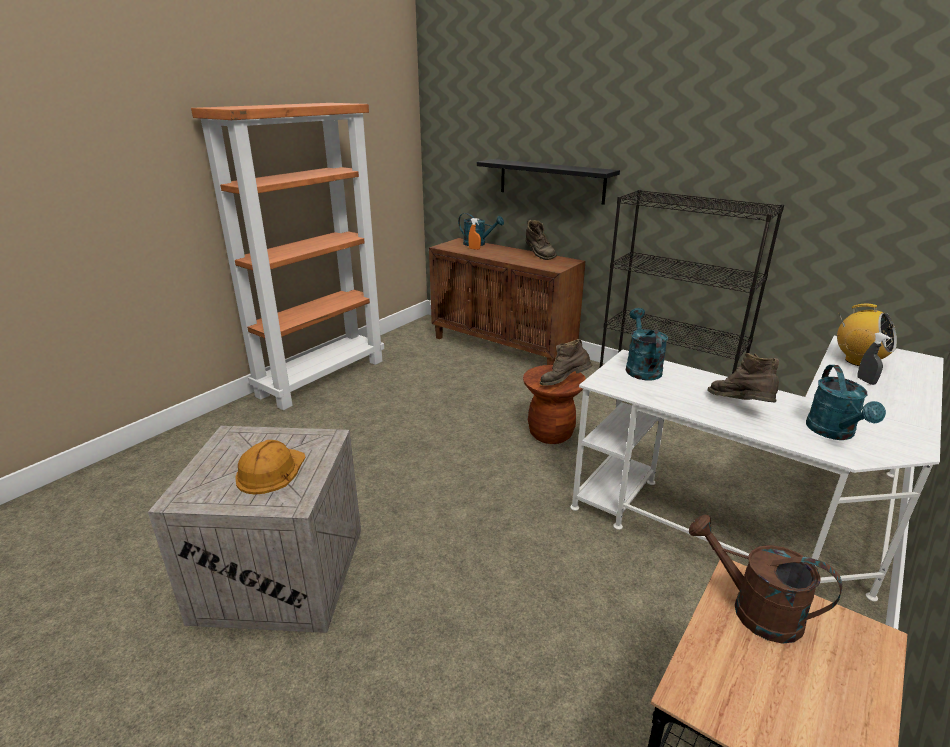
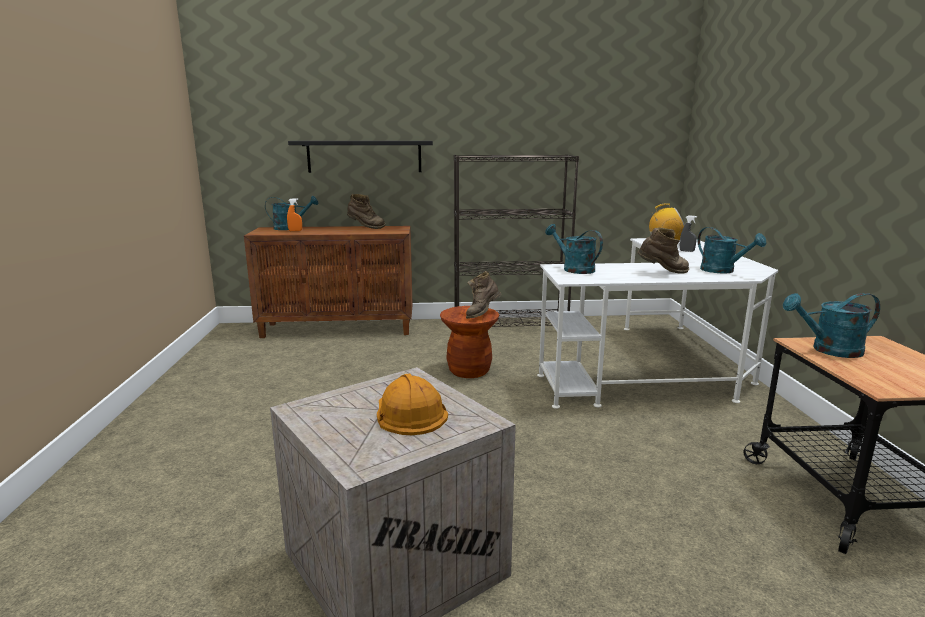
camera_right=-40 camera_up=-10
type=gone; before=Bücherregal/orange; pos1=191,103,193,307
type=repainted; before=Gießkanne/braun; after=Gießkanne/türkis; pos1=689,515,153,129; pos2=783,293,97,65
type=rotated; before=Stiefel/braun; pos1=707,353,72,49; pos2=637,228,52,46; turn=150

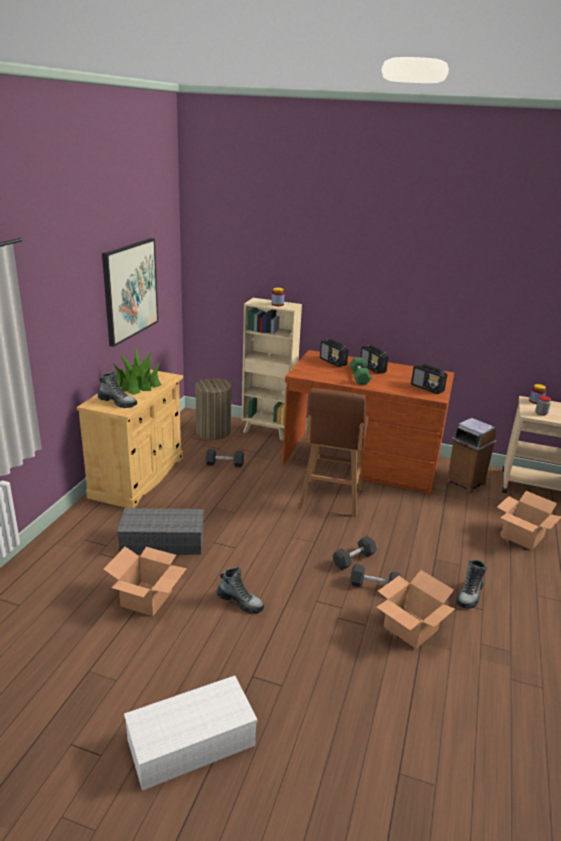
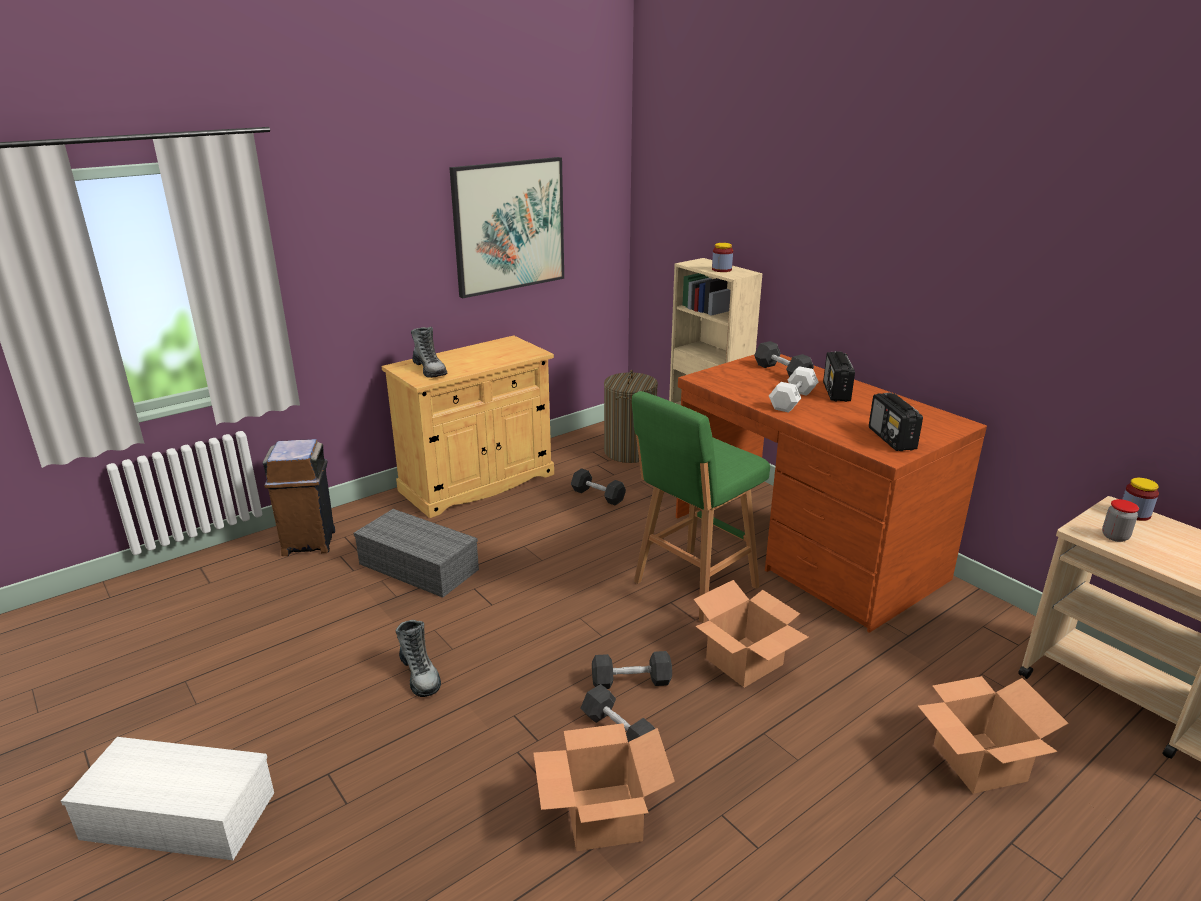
camera_right=35 camera_up=0
type=shifted; before=Karton; pos1=103,547,84,69; pos2=693,580,116,108
type=gone; before=Topfpflanze; pos1=114,348,48,47
type=repainted; before=Hocker/braun; after=Hocker/grün; pos1=299,388,70,129; pos2=632,391,138,232
type=swapped; before=Radio; after=Hantel/schwarz; pos1=320,339,29,28; pos2=754,341,60,36
type=repainted; before=Hantel/grün; after=Hantel/weiß; pos1=350,357,22,28; pos2=769,366,49,47
type=shifted; before=Mülleimer/braun; pos1=447,418,50,75; pos2=263,439,72,117
type=gone; before=Stiefel; pos1=456,560,31,49

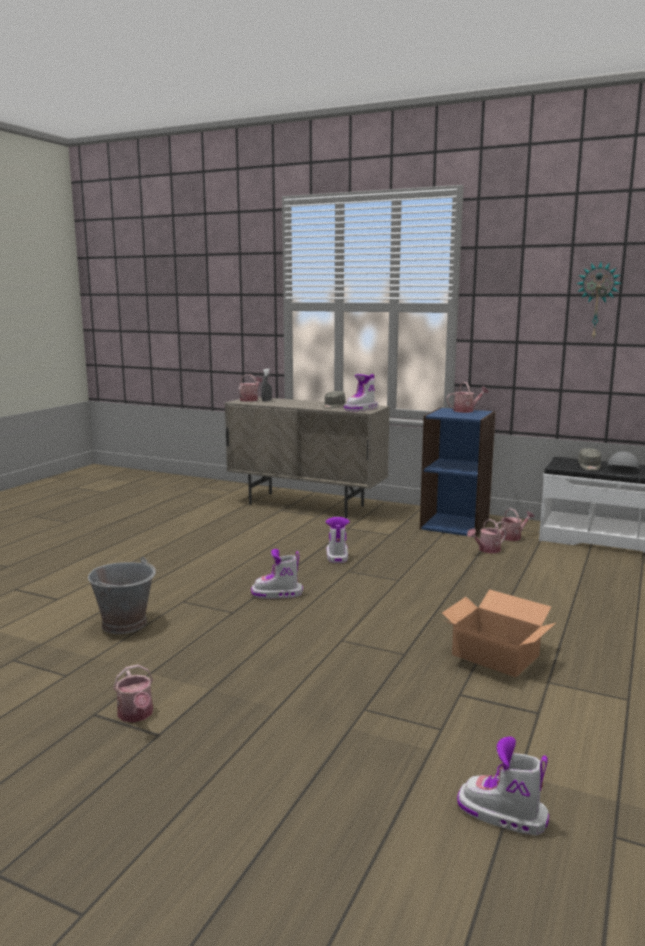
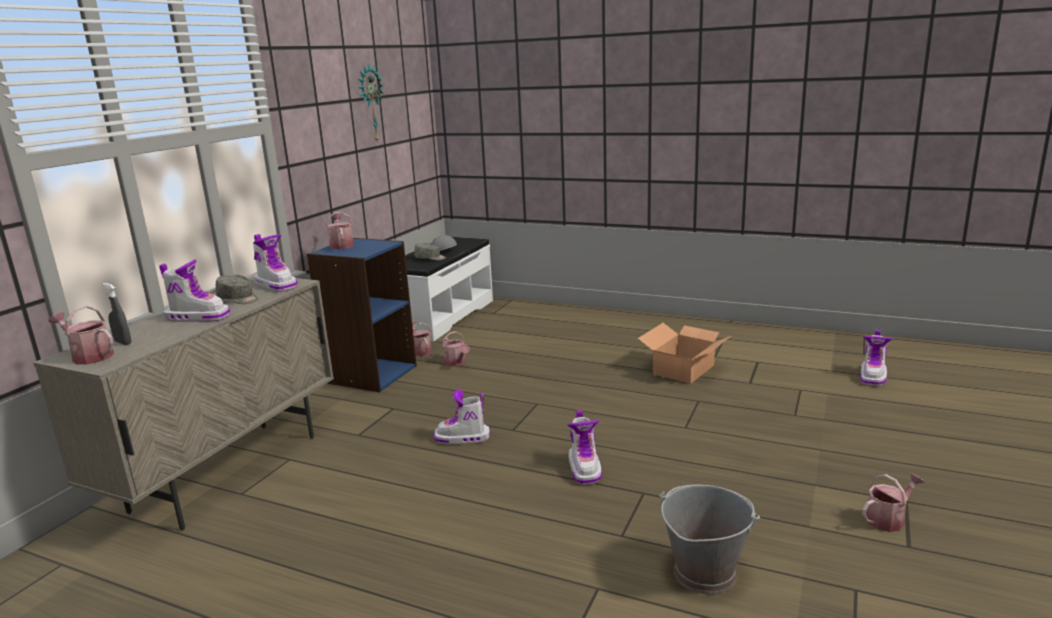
camera_right=-90 camera_up=5
type=new; after=Stiefel; pos2=159,260,71,62

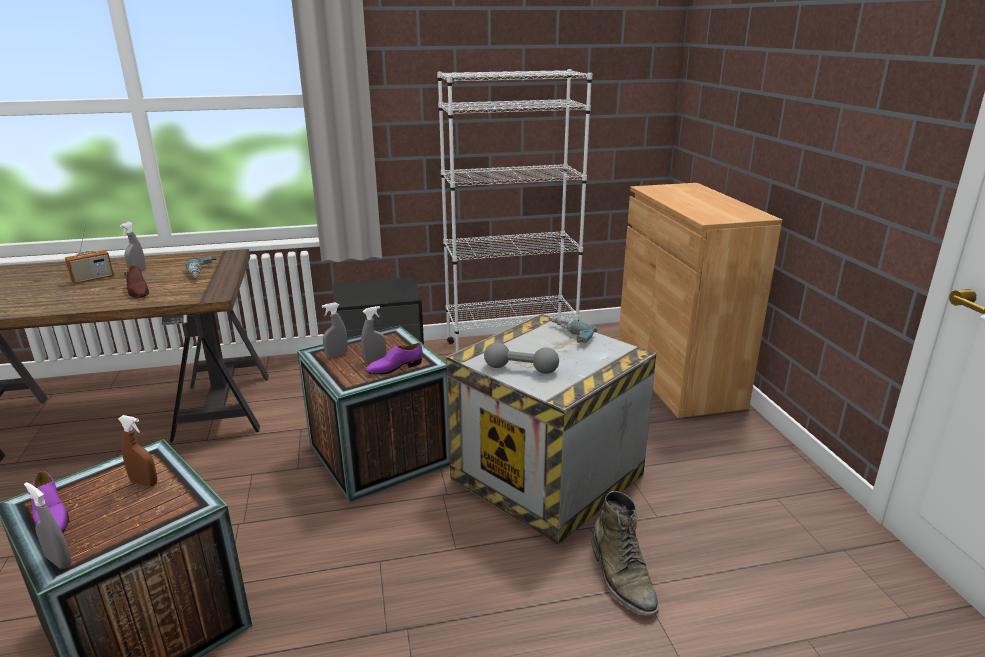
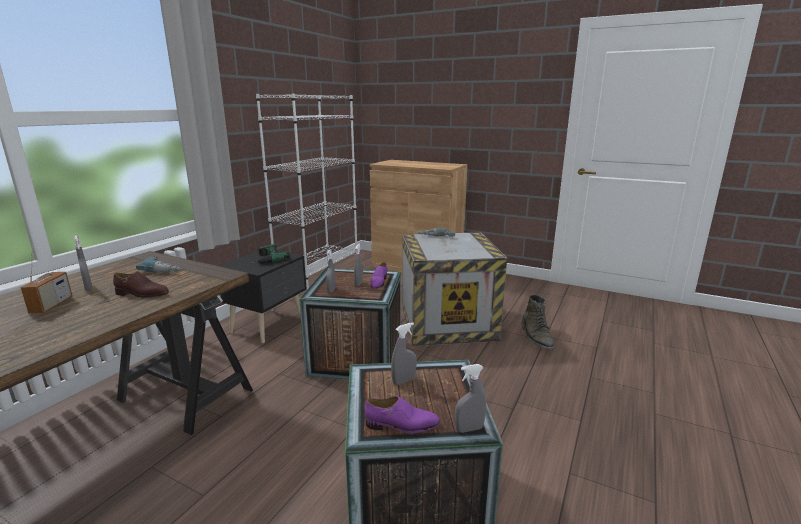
camera_right=-50 camera_up=-5
type=repainted; before=Sprühflasche/braun; after=Sprühflasche/grau; pos1=118,415,39,71; pos2=391,322,26,63
type=gone; before=Hantel/grau; pos1=484,342,75,32
type=rotated; before=Stiefel/grün; pos1=591,491,68,125; pos2=521,295,33,54; turn=60
type=new; after=Bohrmaschine; pos2=249,244,41,20

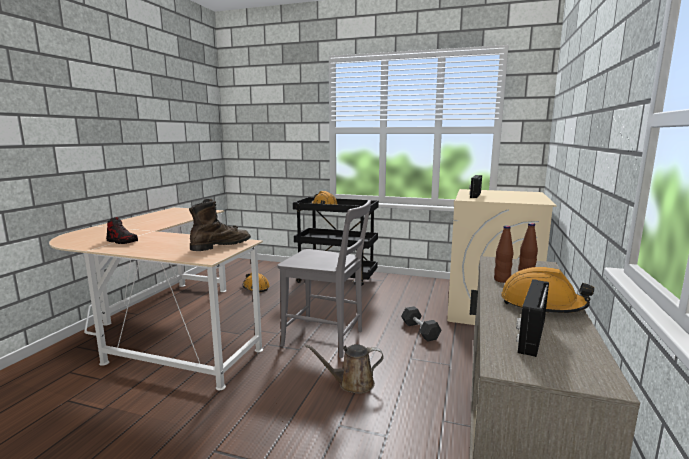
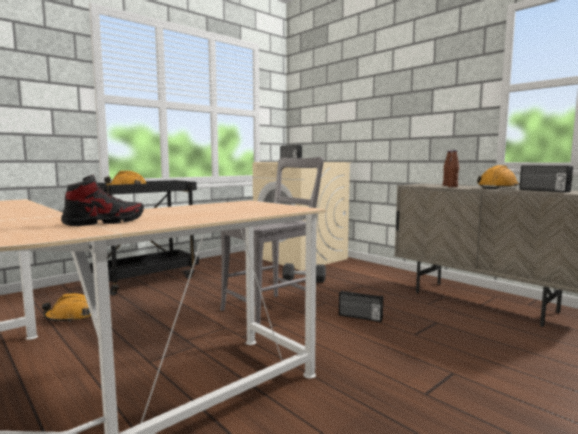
camera_right=-60 camera_up=-5
type=gone; before=Stiefel/braun; pos1=189,198,62,53
type=swapped; before=Gießkanne/braun; after=Radio; pos1=306,344,78,50; pos2=339,290,44,32

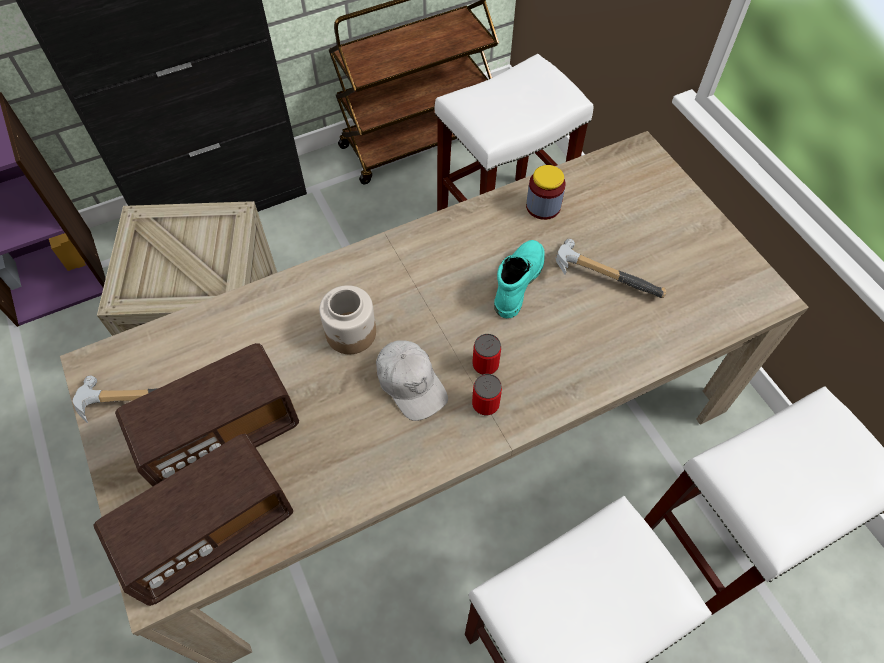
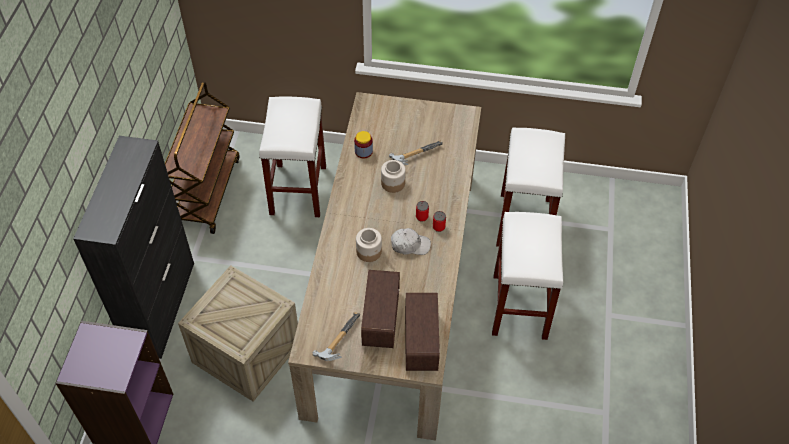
camera_right=-55 camera_up=-5
type=swapped; before=Stiefel/türkis; after=Vorratsglas; pos1=494,240,51,78; pos2=381,160,25,33

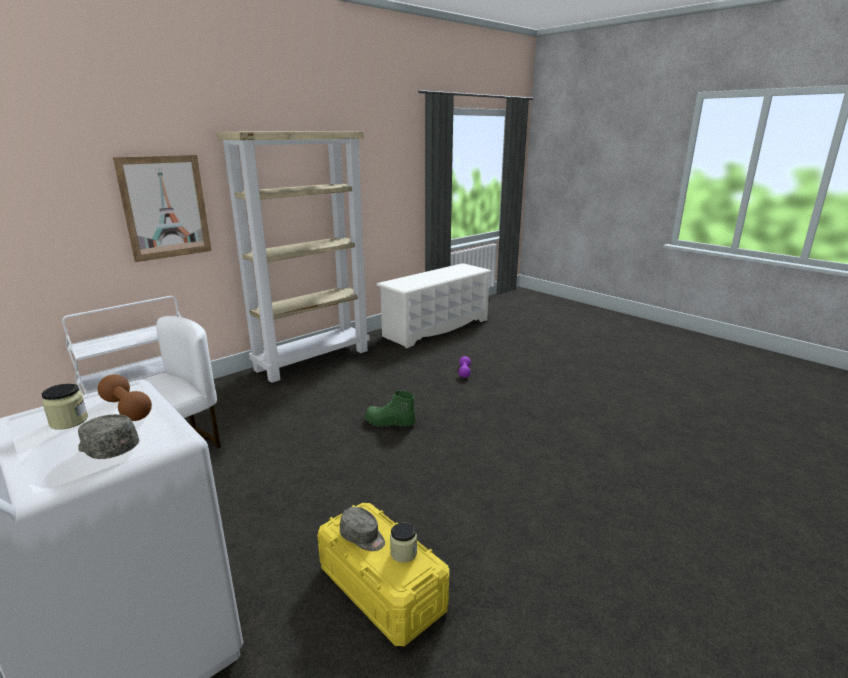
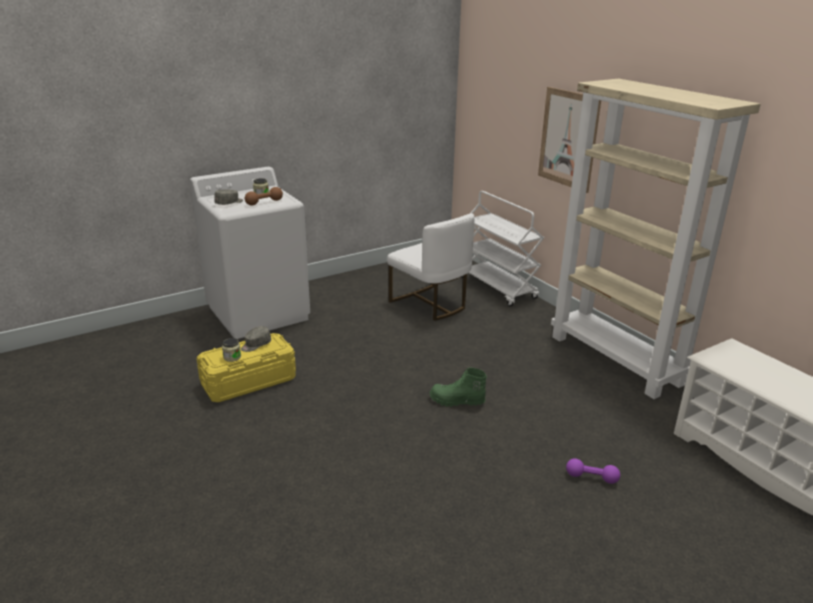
camera_right=100 camera_up=5
type=rotated; before=Stiefel/grün; pos1=365,390,50,37; pos2=430,368,57,39; turn=-105

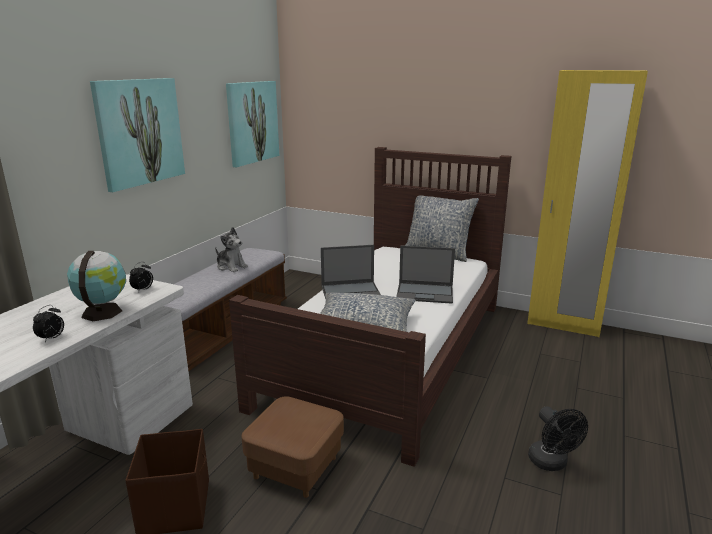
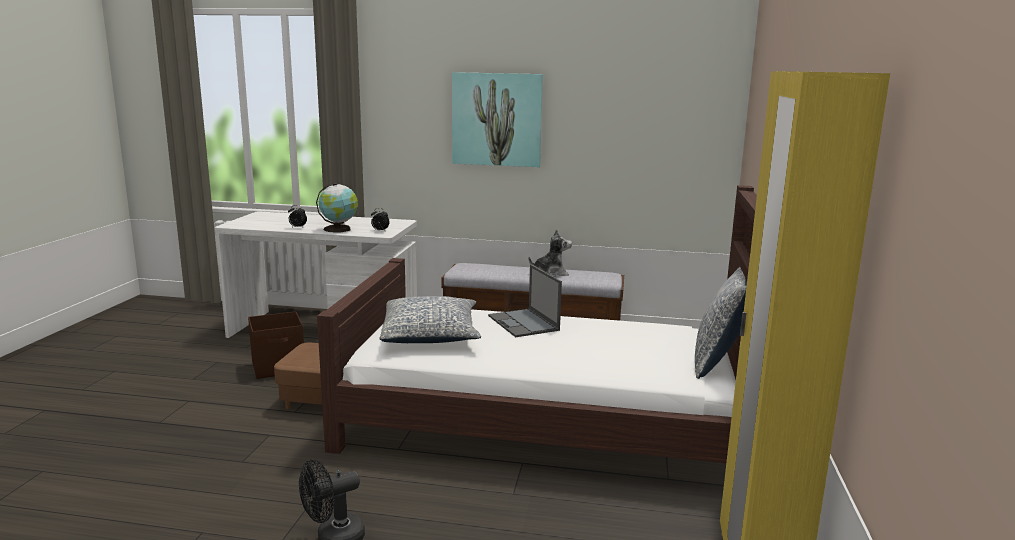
camera_right=75 camera_up=-5
type=rotated; before=Plüschtier; pos1=215,227,33,45; pos2=529,229,43,48; turn=-120
type=gone; before=Bild; pos1=226,81,53,86
type=gone; before=Laptop; pos1=396,245,59,59

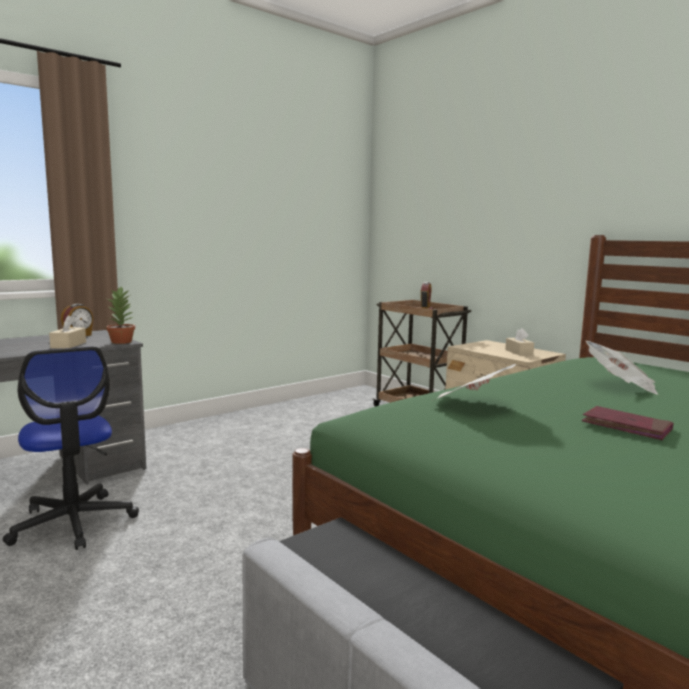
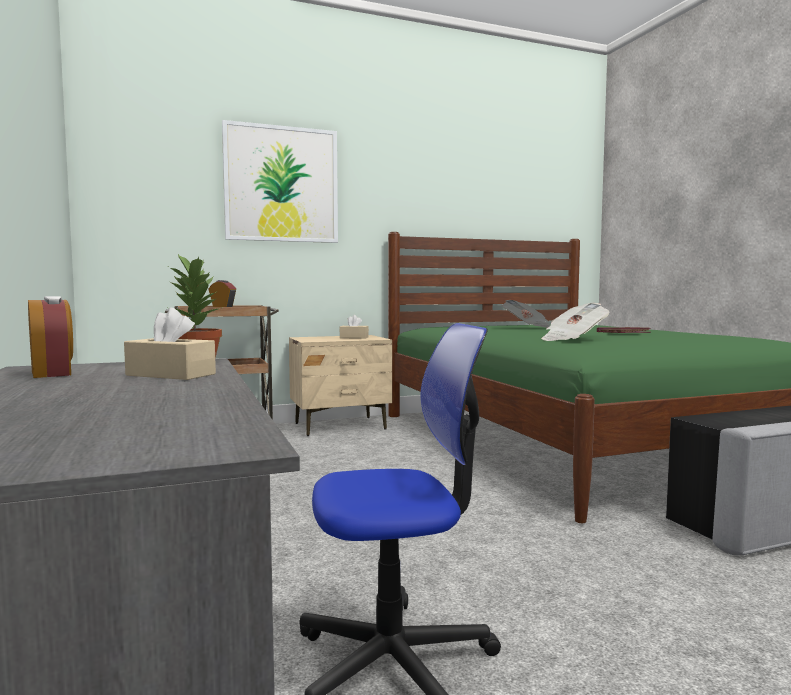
camera_right=-70 camera_up=-5
type=new; after=Bild; pos2=222,120,116,123

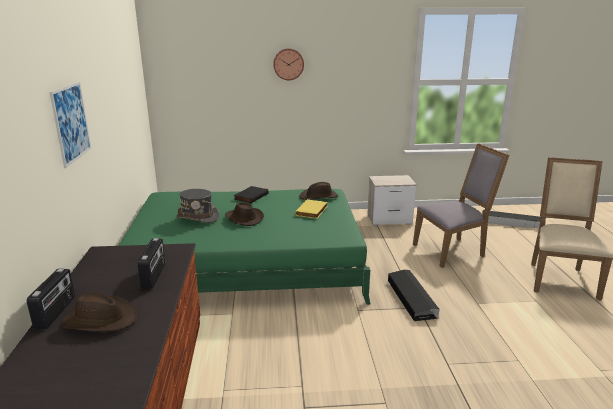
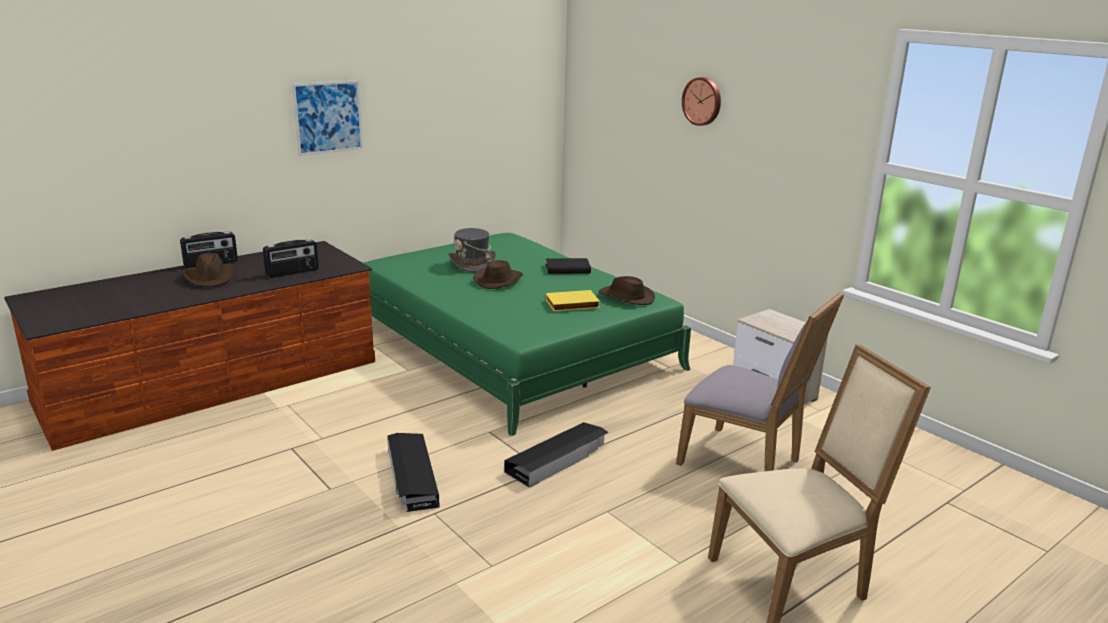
camera_right=55 camera_up=0
type=shifted; before=Aufbewahrungsbox/schwarz; pos1=482,210,59,18; pos2=387,433,53,79

